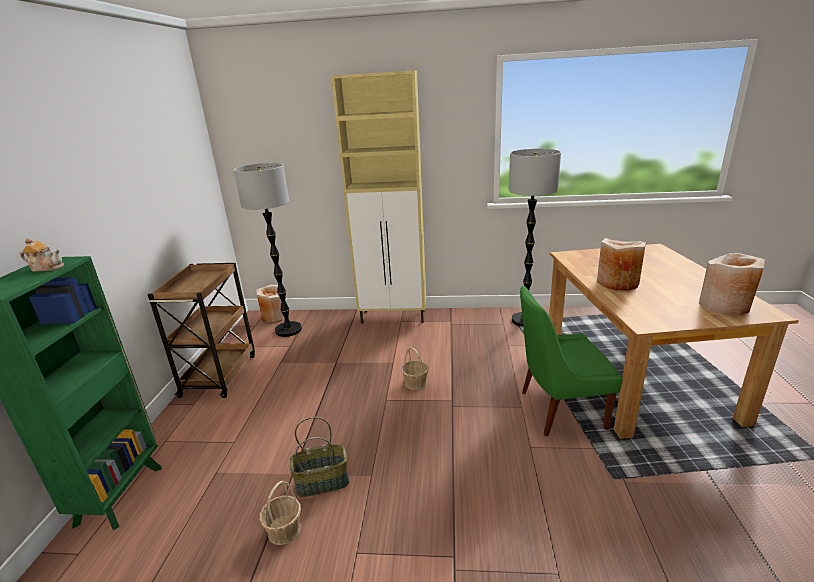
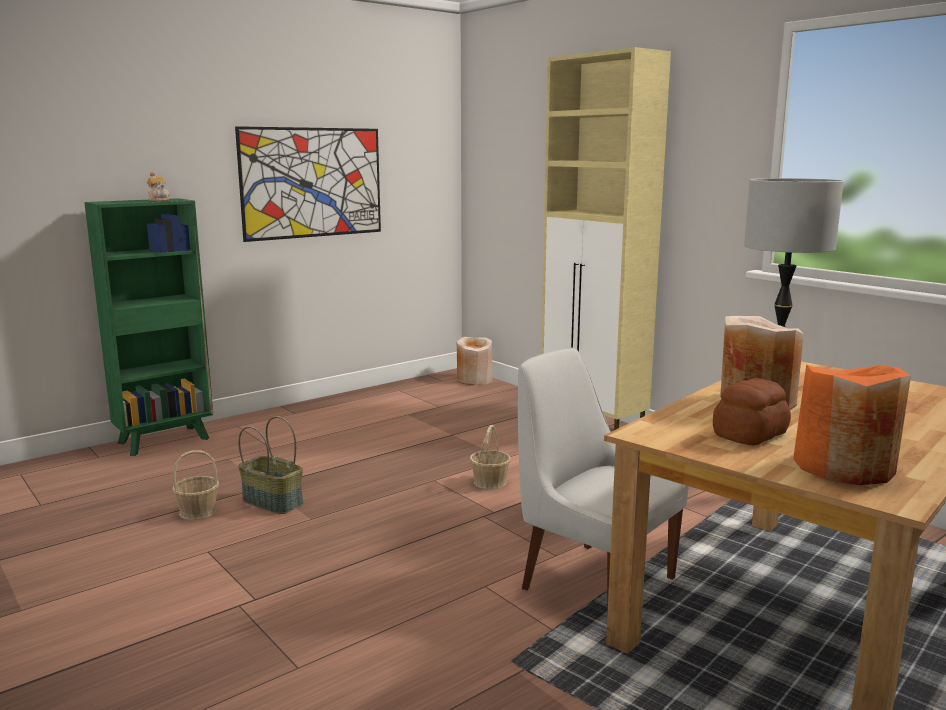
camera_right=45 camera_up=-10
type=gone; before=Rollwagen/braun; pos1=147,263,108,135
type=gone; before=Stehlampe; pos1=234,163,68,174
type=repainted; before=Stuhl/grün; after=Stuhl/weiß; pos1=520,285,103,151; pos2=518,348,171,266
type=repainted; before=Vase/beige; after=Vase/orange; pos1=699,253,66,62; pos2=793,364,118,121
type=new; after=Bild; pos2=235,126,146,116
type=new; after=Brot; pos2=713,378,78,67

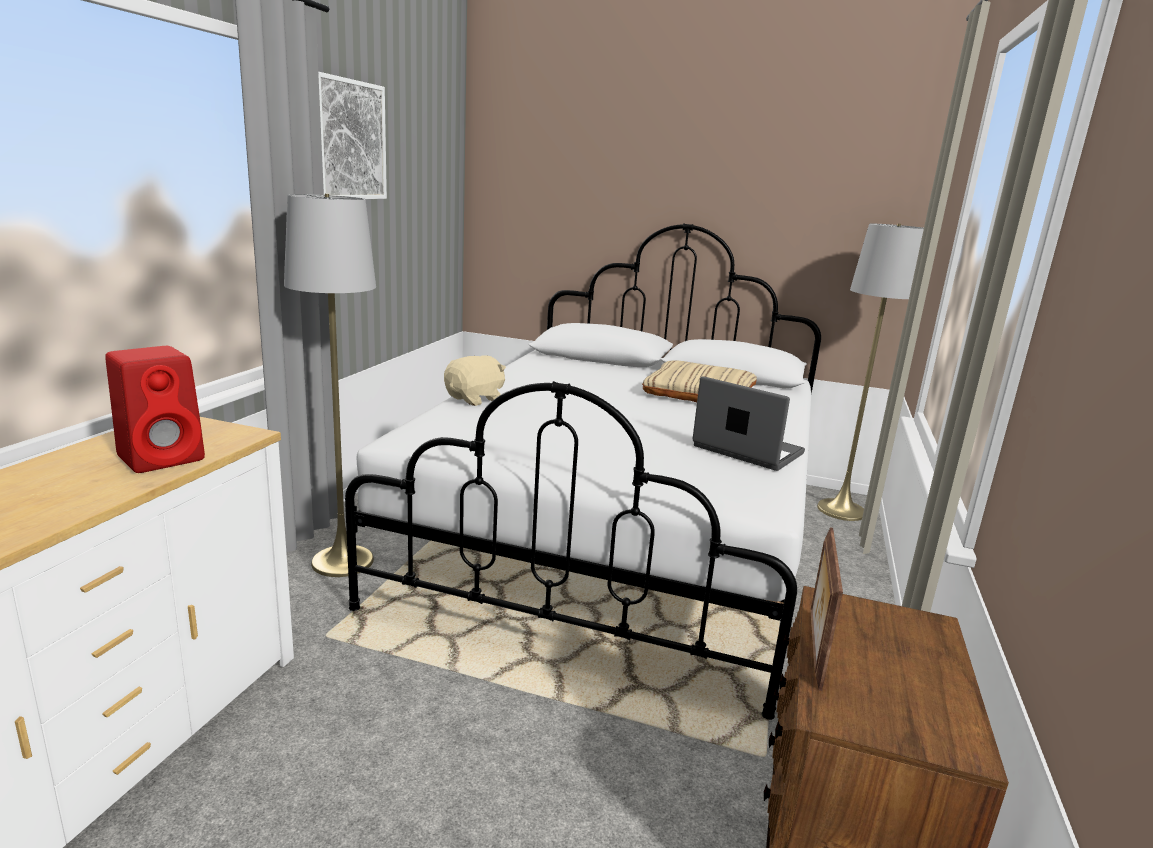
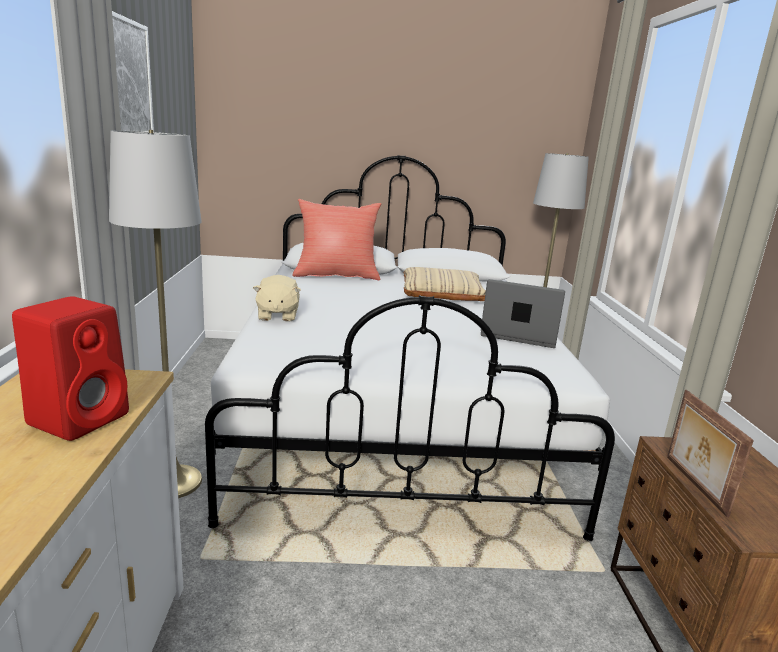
camera_right=-20 camera_up=0
type=rotated; before=Plüschtier/beige; pos1=444,355,62,51; pos2=253,275,48,46; turn=150
type=new; after=Kissen/rot; pos2=292,199,89,81

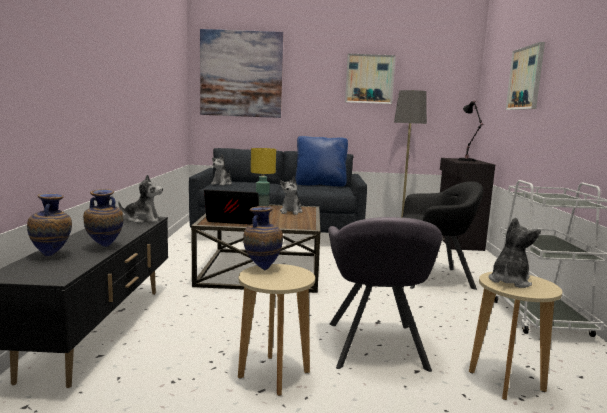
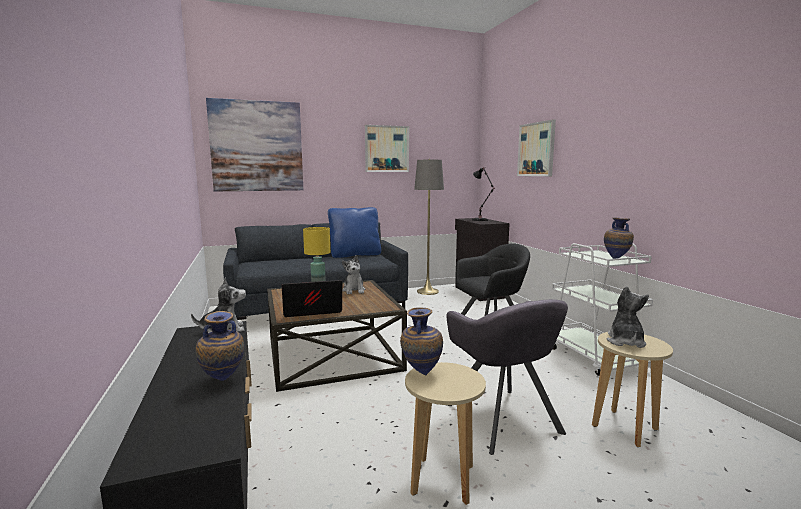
camera_right=-20 camera_up=0
type=shifted; before=Vase; pos1=27,193,45,63; pos2=604,217,30,42
type=gone; before=Plüschtier; pos1=211,154,21,32

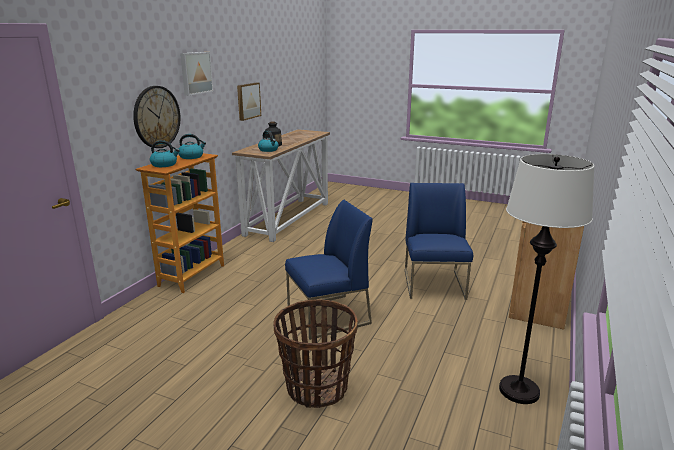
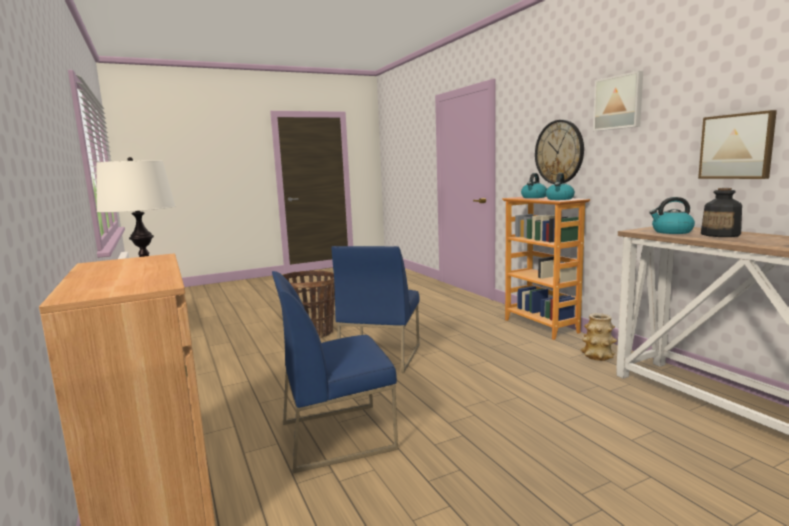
camera_right=130 camera_up=-10
type=rotated; before=Stuhl/blau; pos1=405,183,68,117; pos2=272,271,126,202; turn=120
type=new; after=Vase; pos2=580,313,37,48

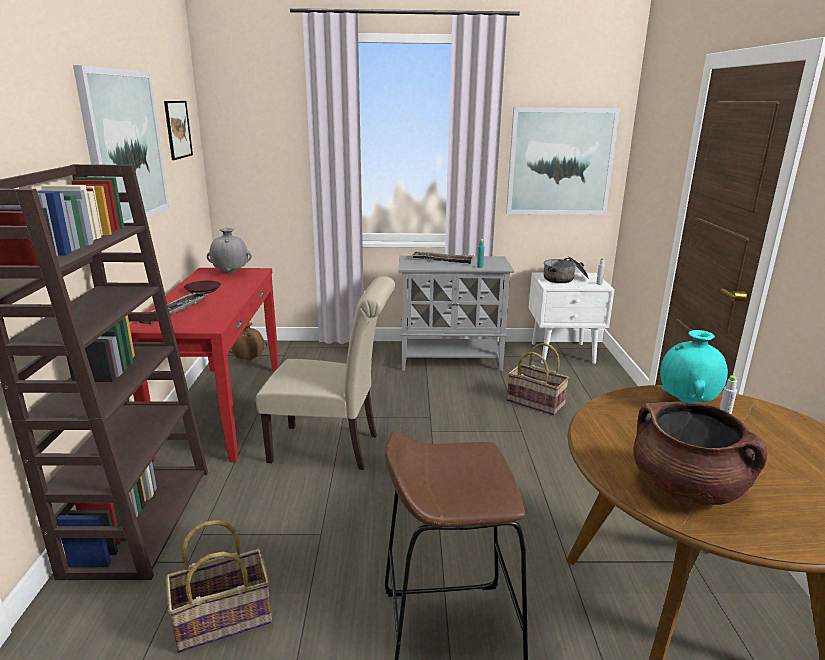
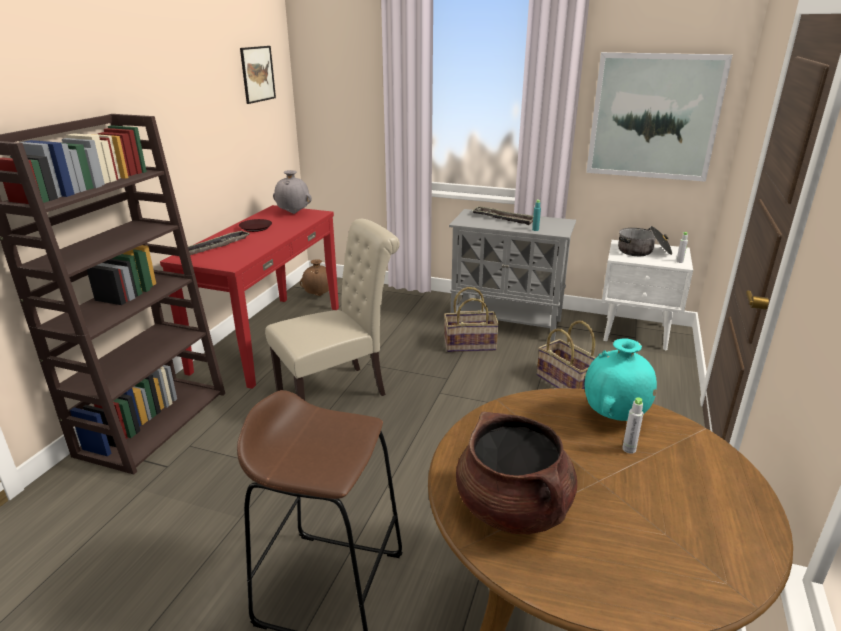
camera_right=20 camera_up=5
type=gone; before=Bild; pos1=73,65,96,158
type=shifted; before=Korb; pos1=166,520,106,133; pos2=444,287,55,65
type=rotated; before=Stuhl/beige; pos1=256,276,139,194; pos2=265,219,135,181; turn=-60

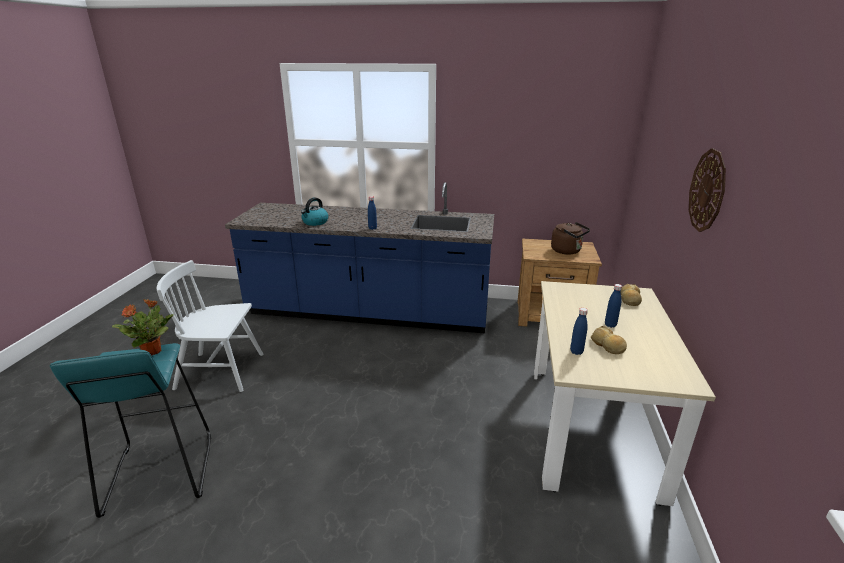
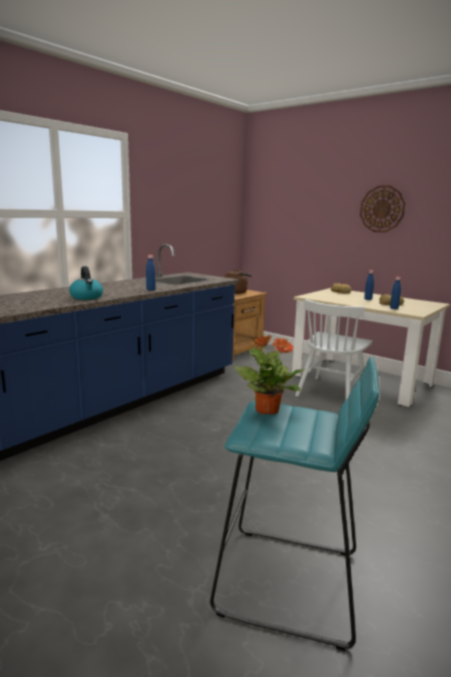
camera_right=-60 camera_up=-10
type=shifted; before=Stuhl/weiß; pos1=157,260,106,132; pos2=295,299,78,101

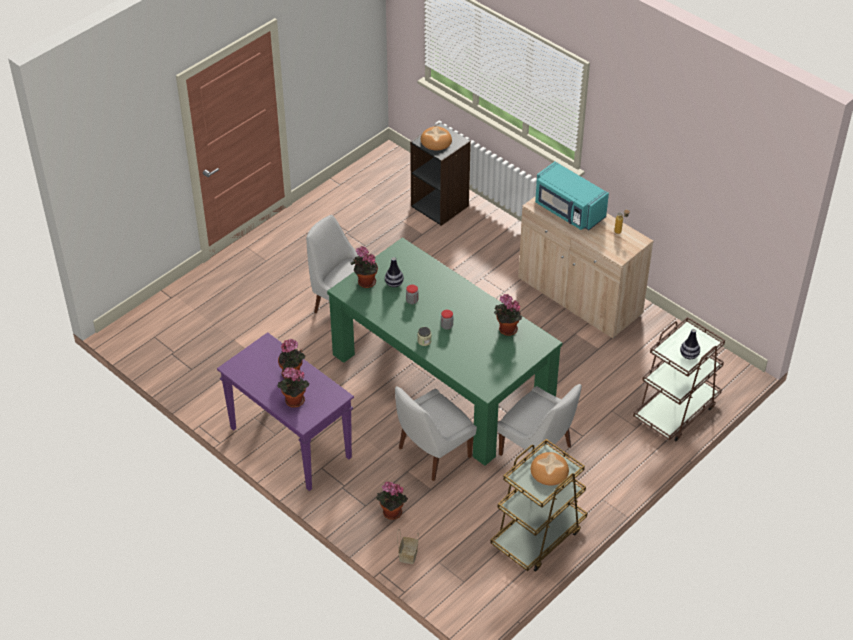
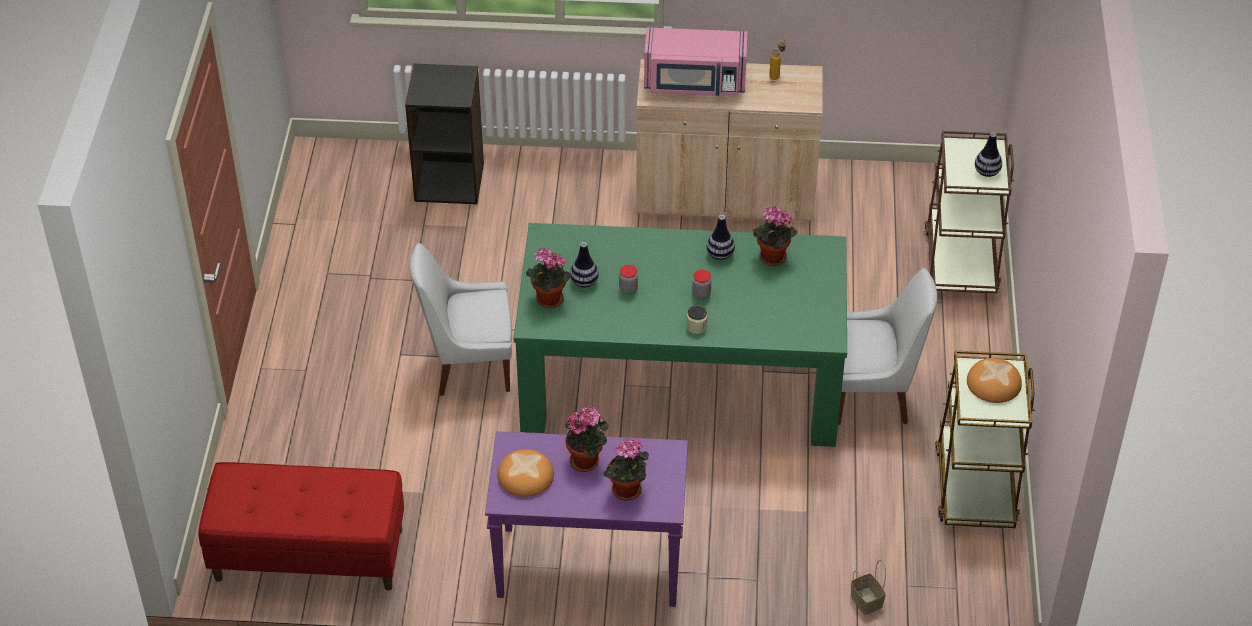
camera_right=-40 camera_up=0
type=gone; before=Topfpflanze; pos1=376,482,32,38
type=gone; before=Stuhl/weiß; pos1=395,386,82,95
type=shifted; before=Brot; pos1=421,126,31,24; pos2=497,449,57,48
type=repainted; before=Mikrowelle/türkis; after=Mikrowelle/rosa; pos1=535,162,74,68; pos2=644,27,104,69
type=new; after=Bank/rot; pos2=198,462,206,129
type=new; after=Vase; pos2=706,215,29,45

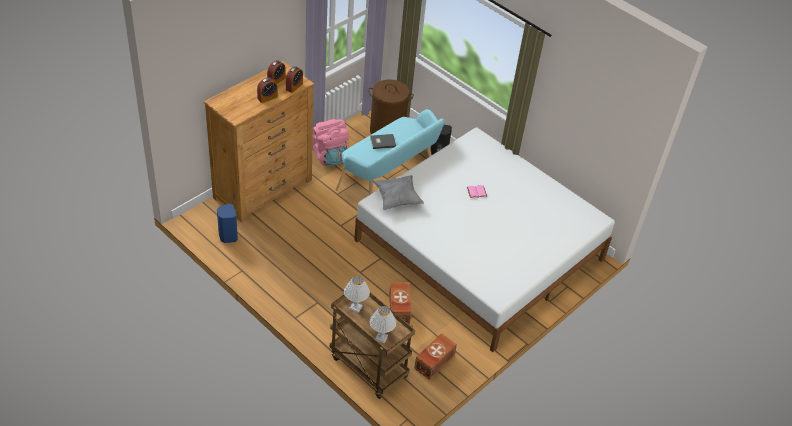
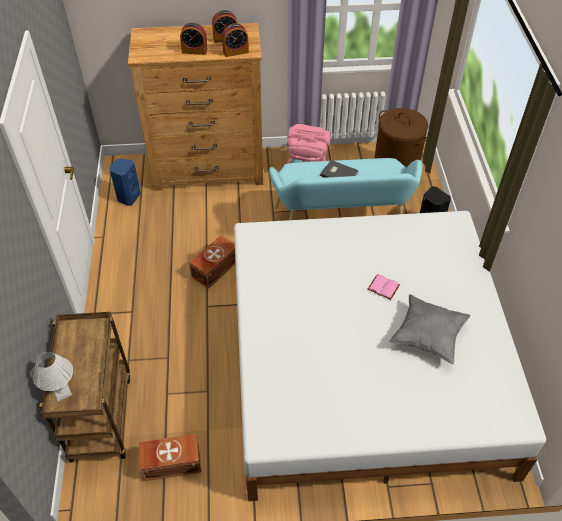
camera_right=45 camera_up=5
type=gone; before=Tischlampe/weiß; pos1=344,276,26,37
type=shifted; before=Kissen/grau; pos1=373,175,51,35; pos2=389,294,81,71
type=shifted; before=Aufbewahrungsbox/braun; pos1=389,282,22,42; pos2=189,235,47,54

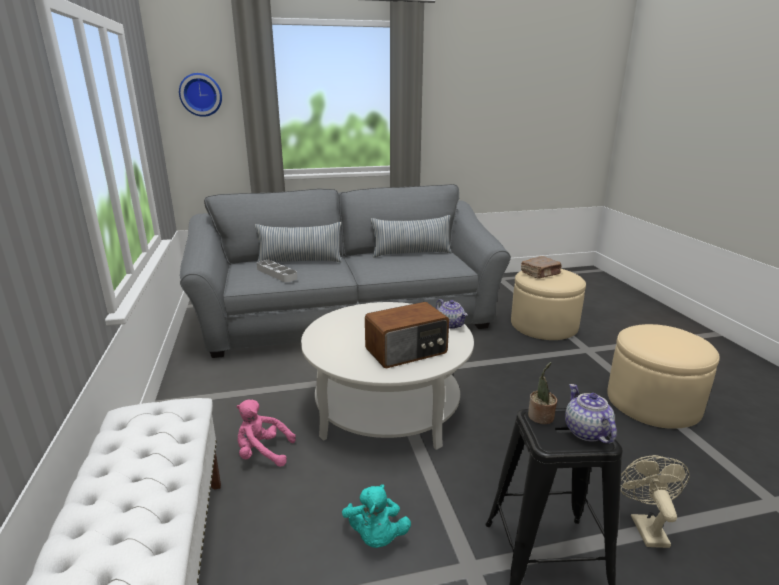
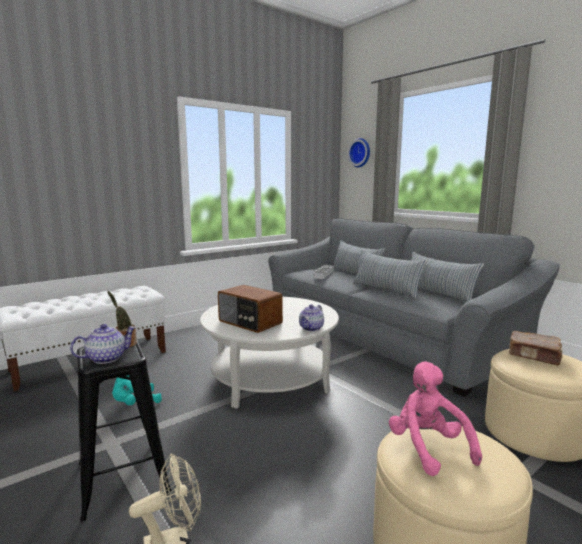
camera_right=65 camera_up=-10
type=shifted; before=Plüschtier/rosa; pos1=236,399,60,68; pos2=389,361,93,115
type=new; after=Kissen; pos2=353,250,74,49

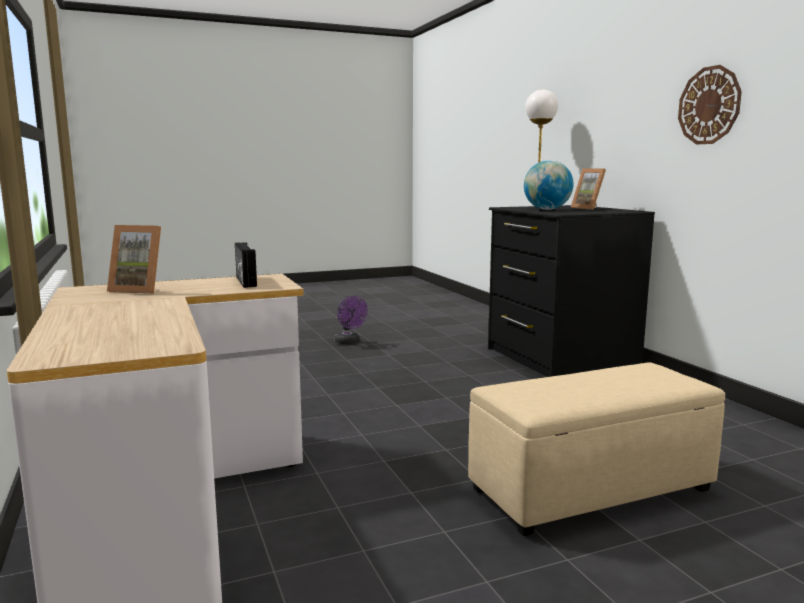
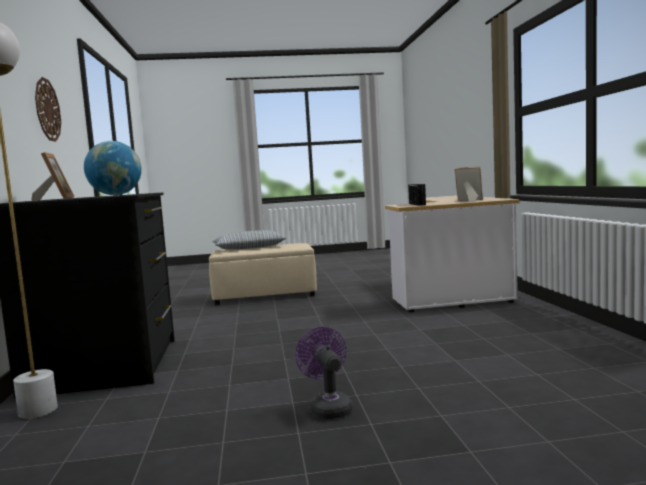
camera_right=-165 camera_up=-5
type=new; after=Kissen; pos2=212,230,75,20

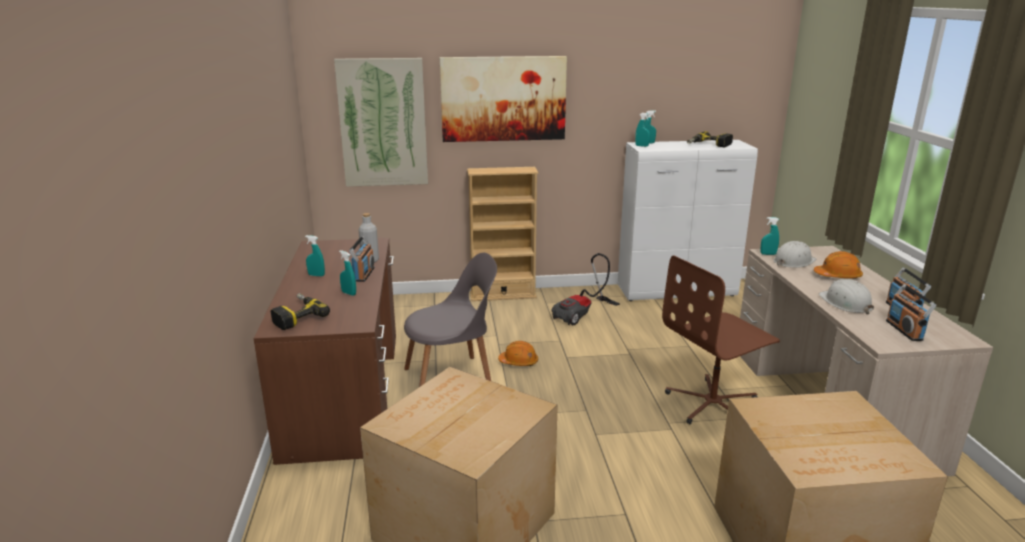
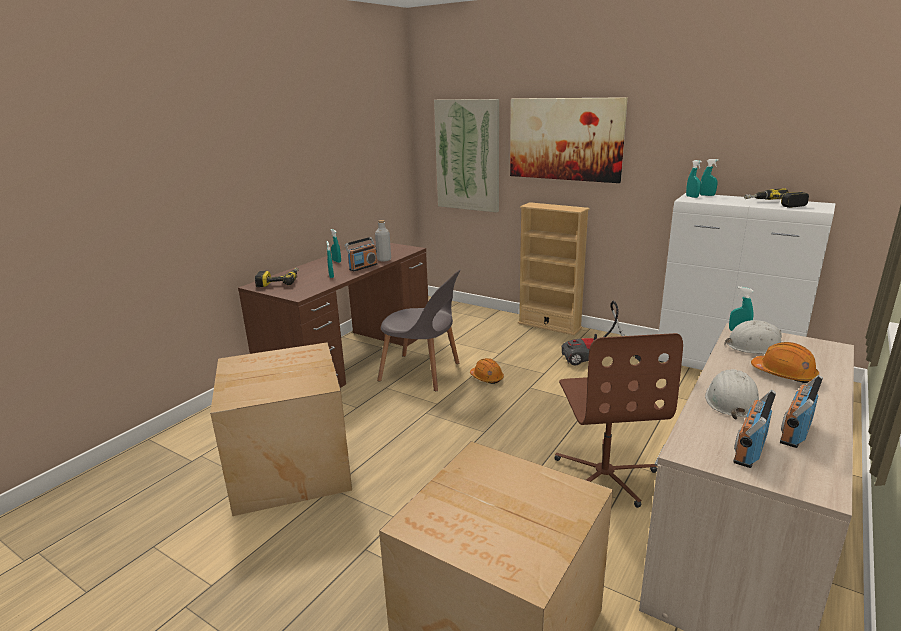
camera_right=40 camera_up=0
type=rotated; before=Bürostuhl/braun; pos1=662,255,118,169; pos2=554,333,129,175; turn=-105

